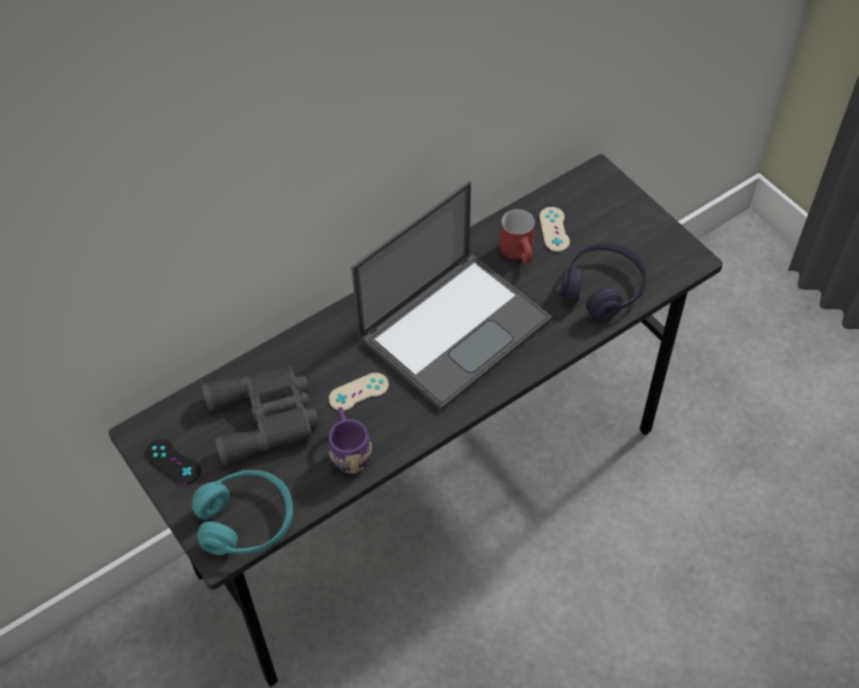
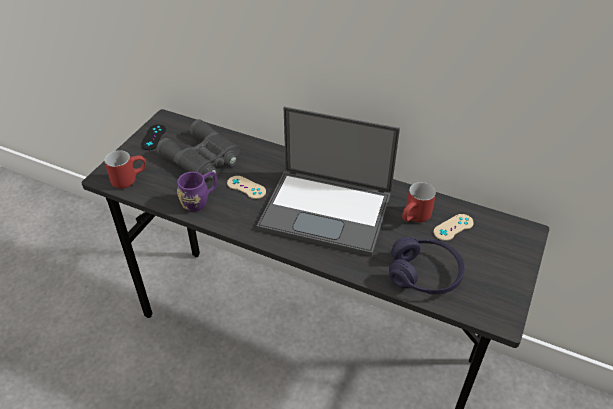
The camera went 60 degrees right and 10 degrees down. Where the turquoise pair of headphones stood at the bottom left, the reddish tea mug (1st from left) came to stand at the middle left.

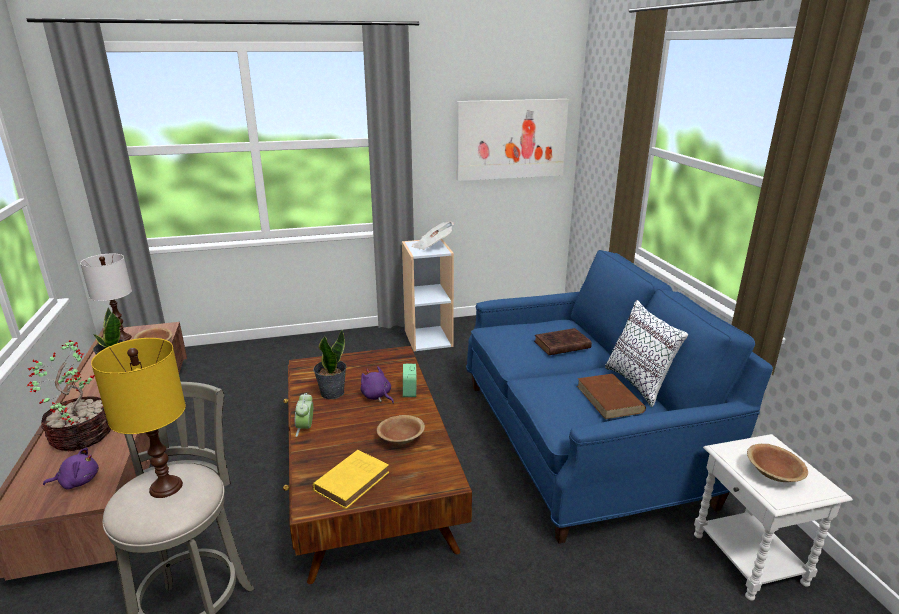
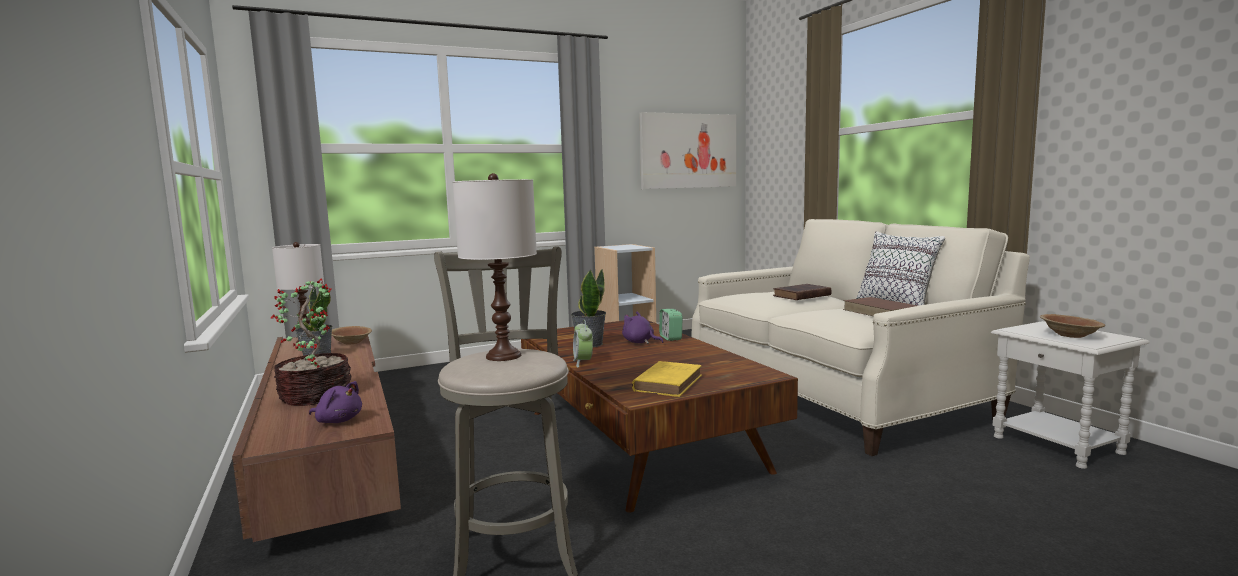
The camera went 10 degrees left and 15 degrees down. The purple plush toy (1st from left) at the bottom left ended up facing another way, 45 degrees clockwise from before. What was the yellowish table lamp at the bottom left turned into the white-coloured table lamp (2nd from left) at the centre. What was the bluish sofa at the middle right turned into the white-coloured sofa at the middle right. The second view lost the brown-coloured serving bowl (2nd from left) at the bottom centre. The second view lost the printed paper at the centre.

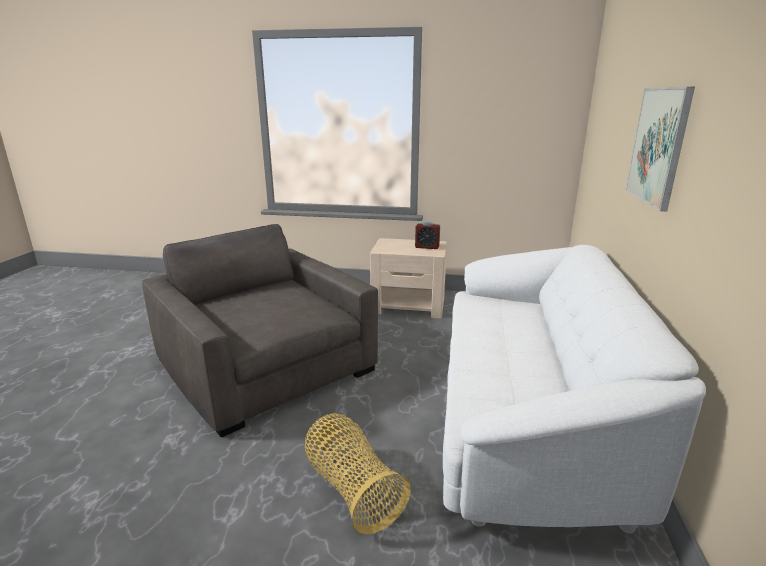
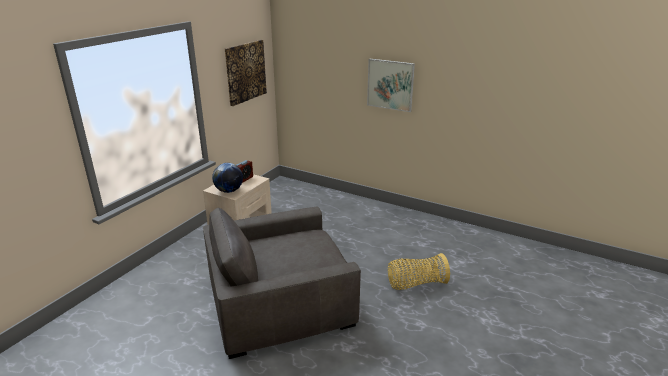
The camera went 70 degrees left and 5 degrees up. The second view gained the desk globe at the centre. The second view gained the wall art (1st from left) at the top centre. The second view lost the white-coloured sofa at the bottom right.

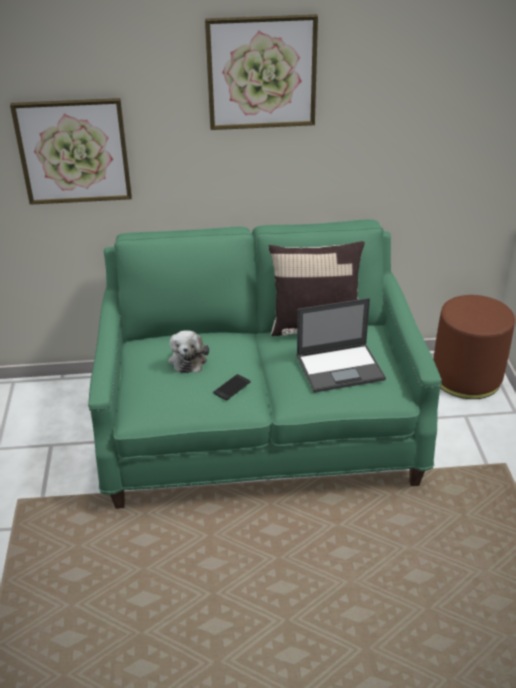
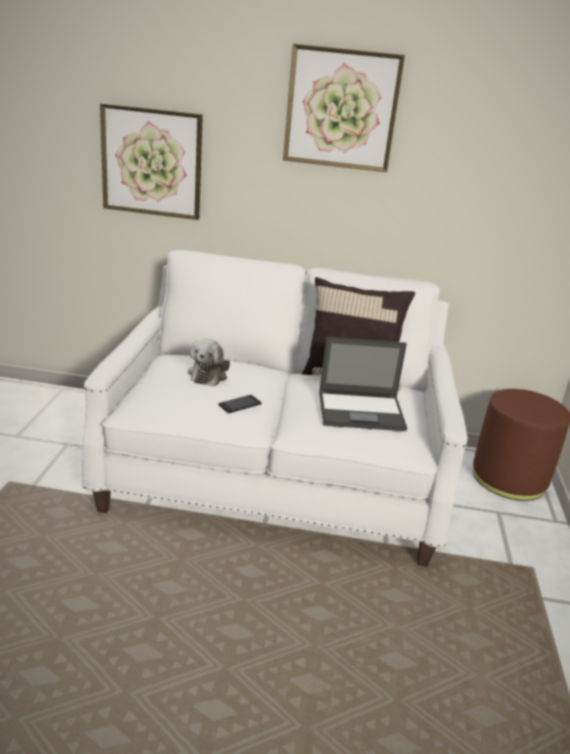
The camera went 10 degrees right and 10 degrees down. What was the greenish sofa at the centre turned into the white-coloured sofa at the centre.

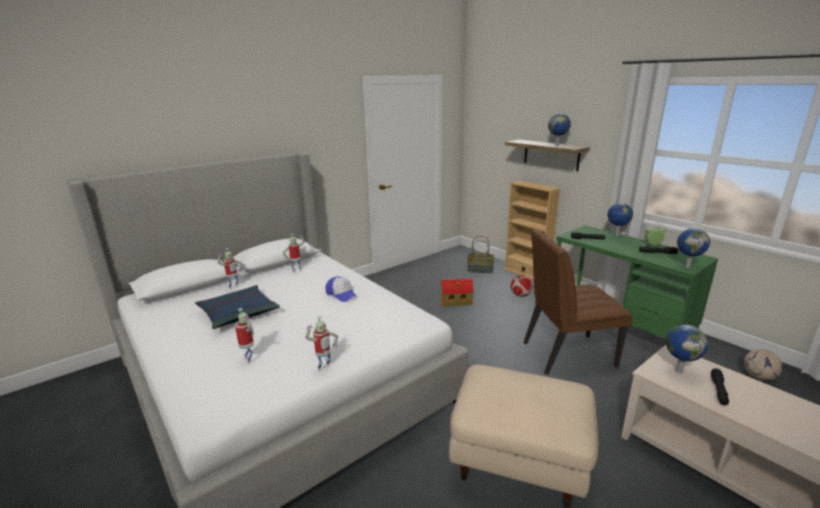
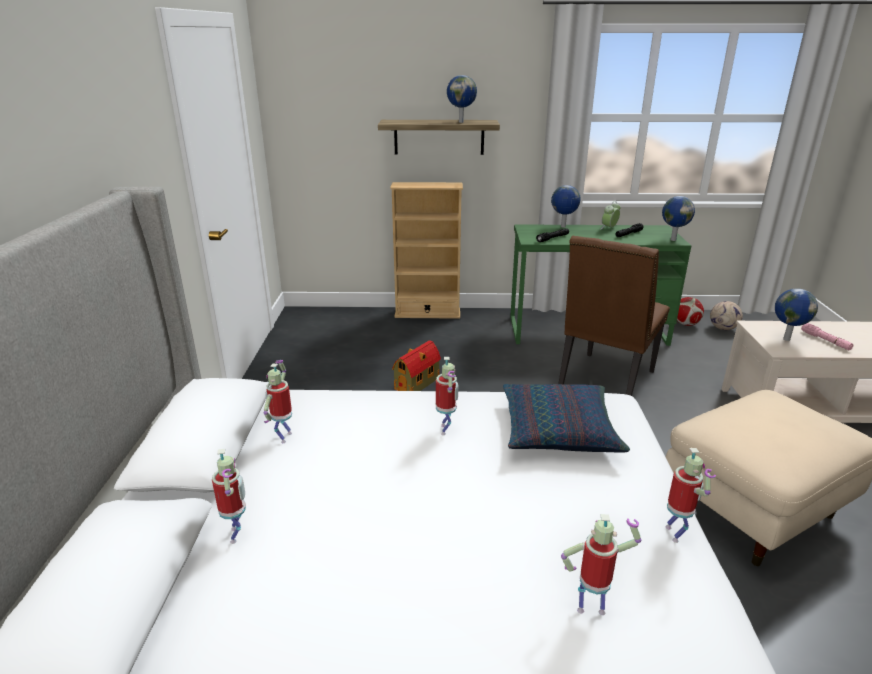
The camera went 50 degrees left and 5 degrees up. Where the cap stood at the centre, the toy robot (3rd from left) came to stand at the centre. The bluish pillow ended up elsewhere, having gone from the middle left to the centre. The ball for football (1st from left) ended up elsewhere, having gone from the centre to the middle right. What was the blackish flashlight (3rd from left) at the bottom right turned into the pink flashlight at the middle right. The second view lost the basket at the centre.

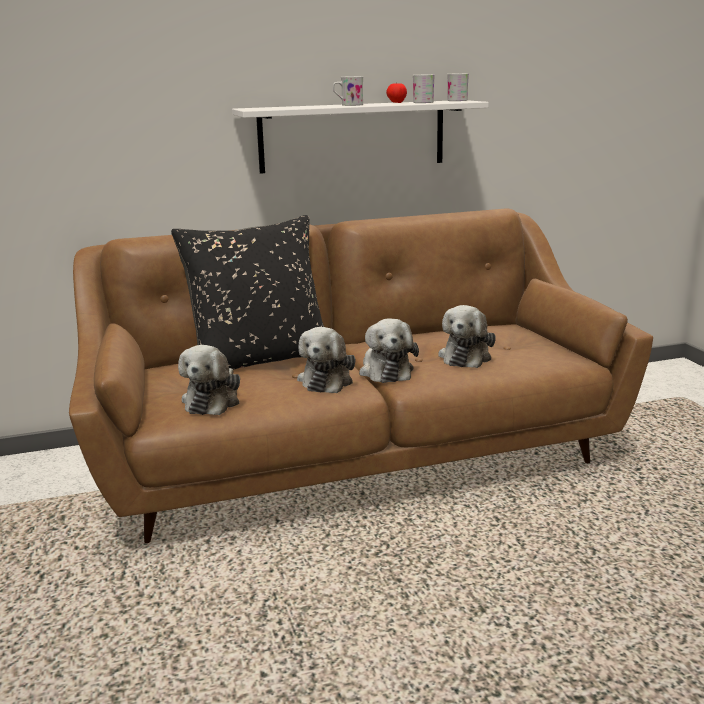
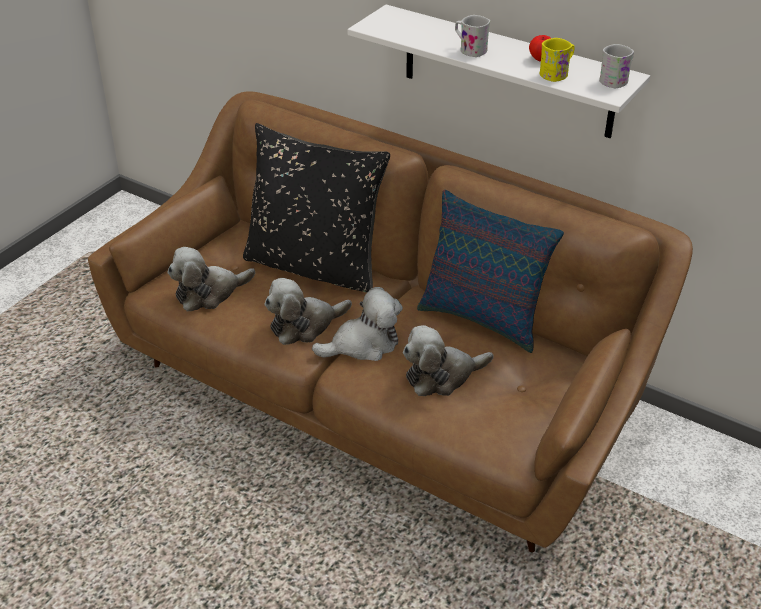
The camera went 50 degrees right and 20 degrees up. The plush toy (3rd from left) at the centre ended up facing another way, 150 degrees counterclockwise from before. The second view gained the bluish pillow at the centre. What was the white-coloured tea mug (2nd from left) at the top centre turned into the yellowish tea mug at the top right.

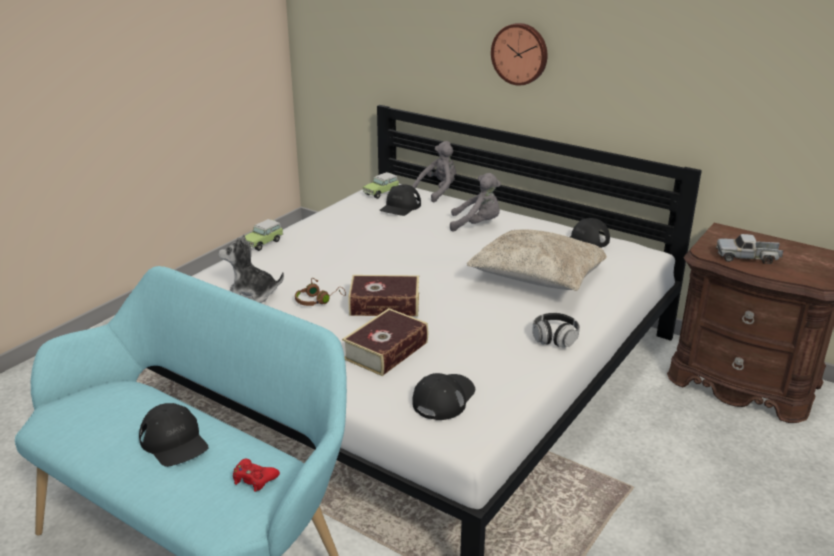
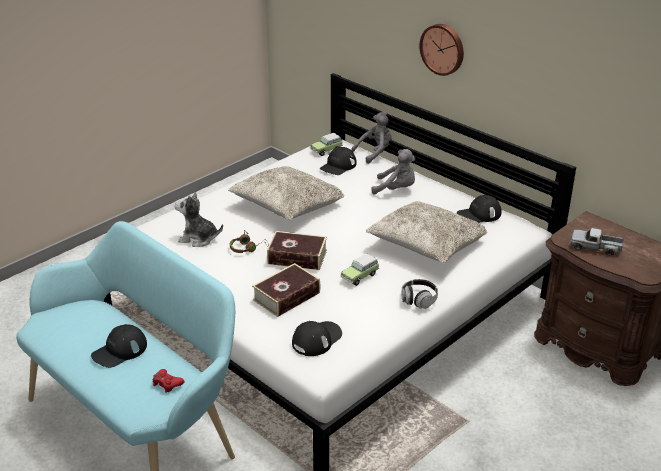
The camera went 10 degrees right and 5 degrees up. The blackish cap (1st from left) at the bottom left ended up facing another way, 75 degrees clockwise from before. The second view gained the beige pillow (1st from left) at the centre. The toy car (1st from left in the first image) ended up elsewhere, having gone from the middle left to the centre.

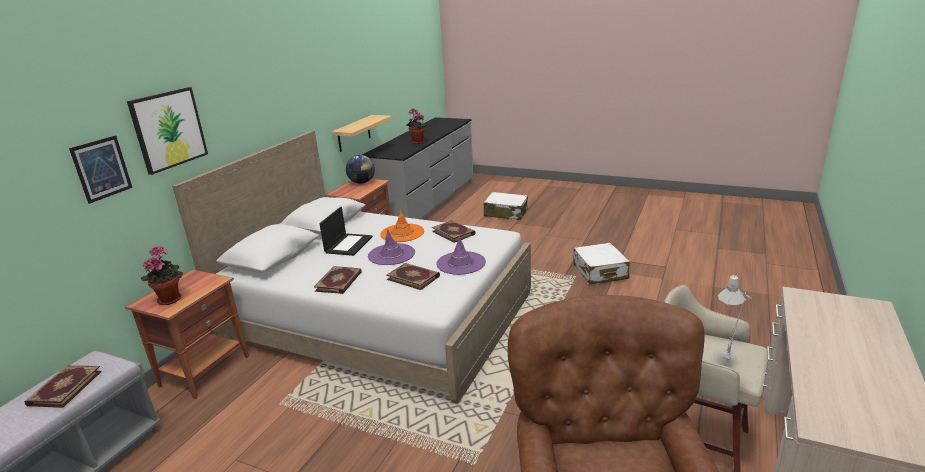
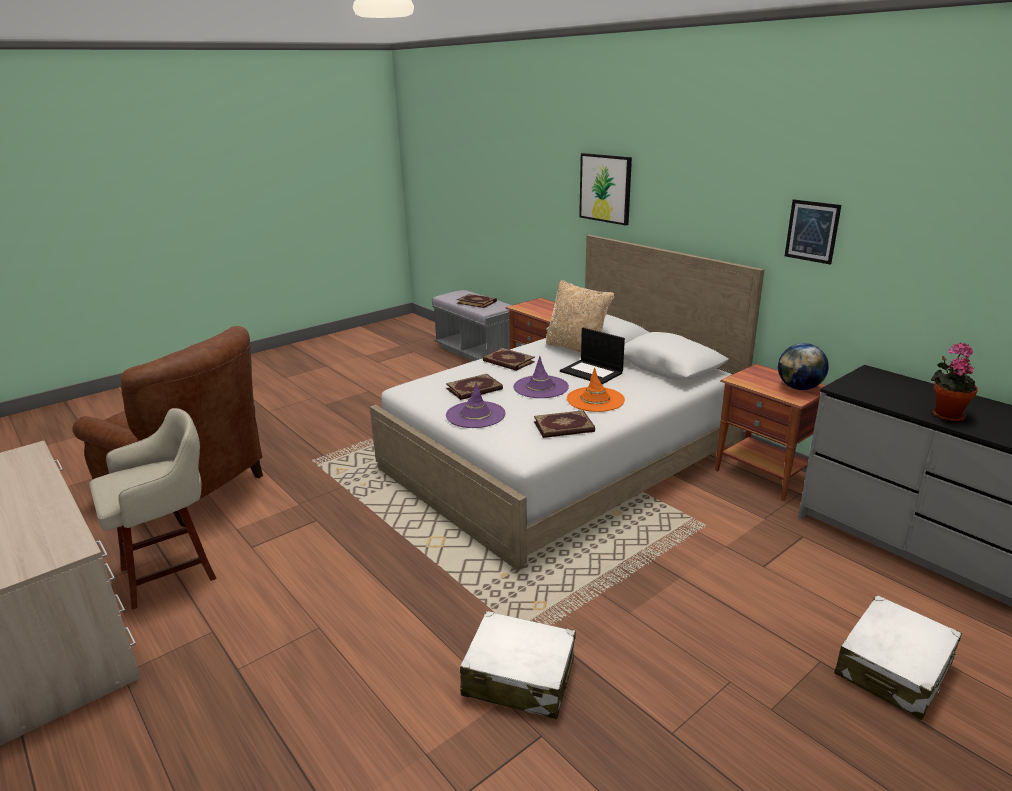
The camera went 115 degrees right and 0 degrees up. The second view gained the beige pillow at the centre. The wall art (1st from left in the first image) ended up elsewhere, having gone from the middle left to the top right. The second view lost the potted plant (1st from left) at the middle left. The second view lost the bracket shelf at the top centre. The second view lost the grey table lamp at the bottom right.

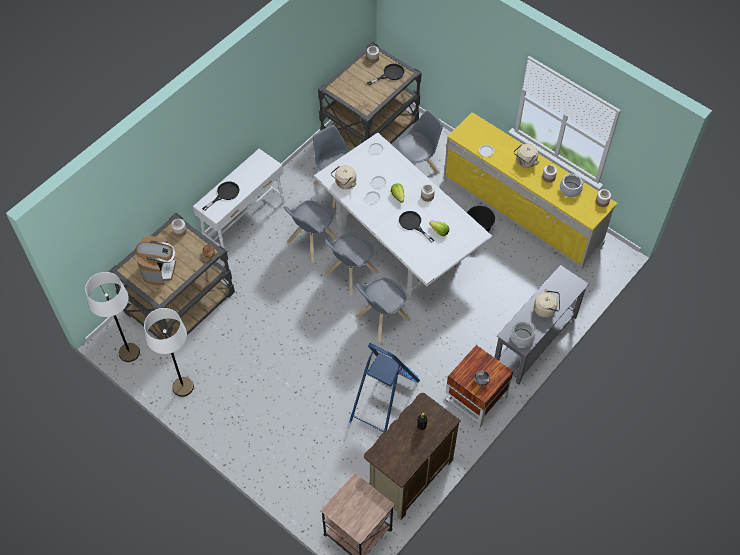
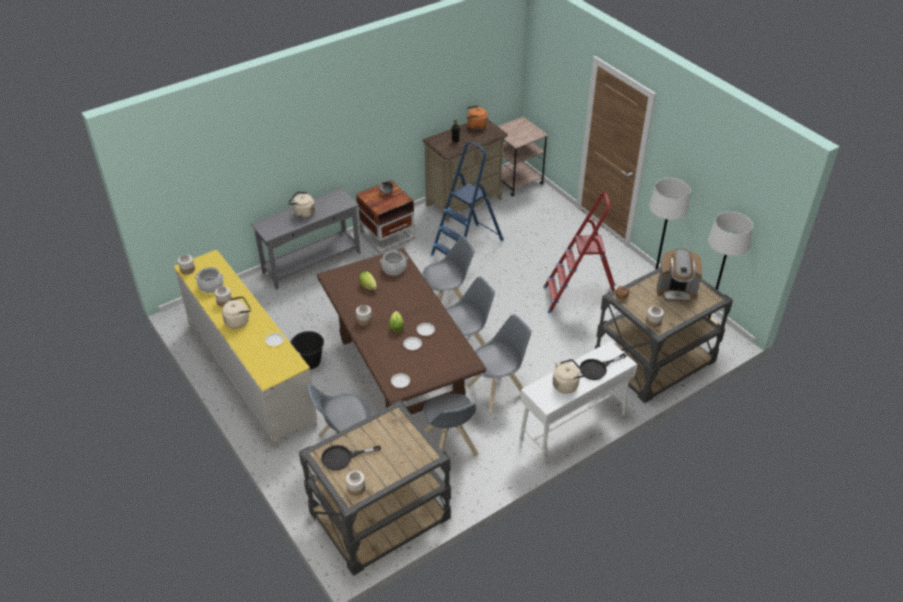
The camera went 165 degrees left and 15 degrees down. What was the white-coloured dining table at the centre turned into the brown-coloured dining table at the centre. The stockpot (1st from left in the first image) ended up elsewhere, having gone from the middle right to the centre. The second view gained the orangey kettle at the top centre. The second view gained the reddish step ladder at the centre. The beige kettle (1st from left in the first image) ended up elsewhere, having gone from the top centre to the centre. The coffee brewer at the middle left ended up facing another way, 105 degrees counterclockwise from before. The second view lost the blackish skillet (3rd from left) at the centre.

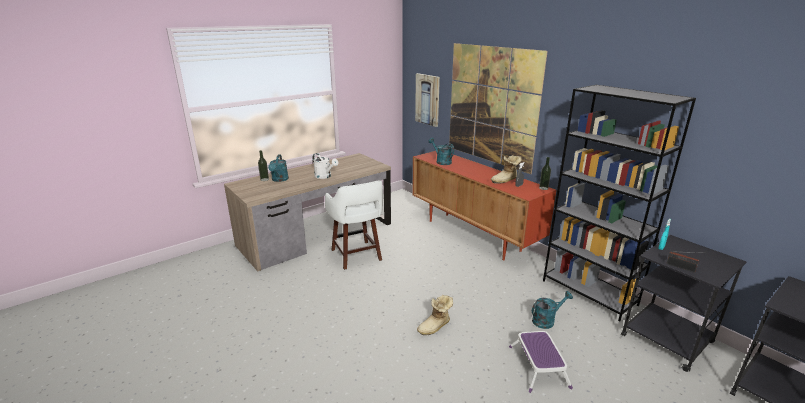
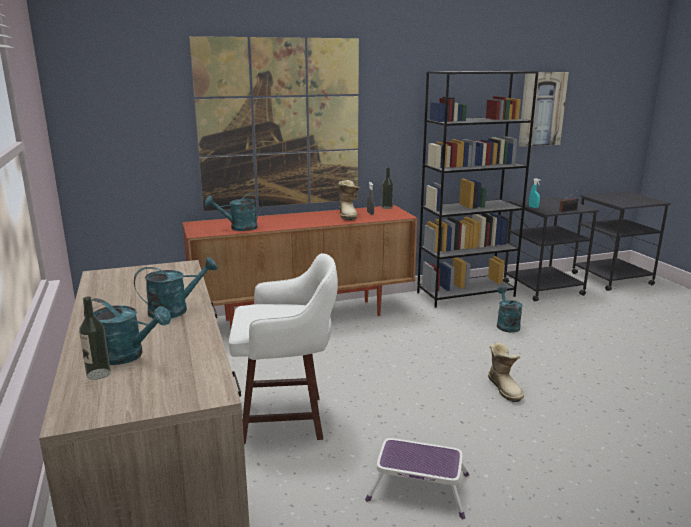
The camera went 70 degrees left and 5 degrees down. What was the white-coloured watering can at the centre turned into the turquoise watering can (2nd from left) at the middle left. The purple step ladder ended up elsewhere, having gone from the bottom right to the bottom centre. The wall art (1st from left in the first image) ended up elsewhere, having gone from the top centre to the top right.

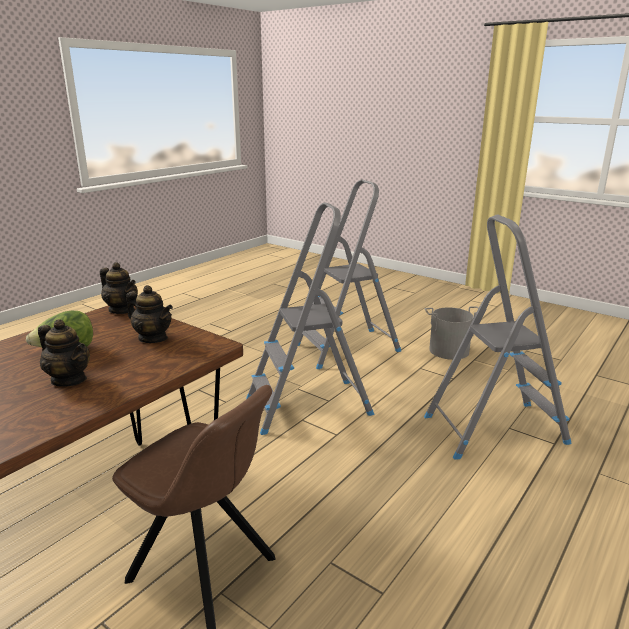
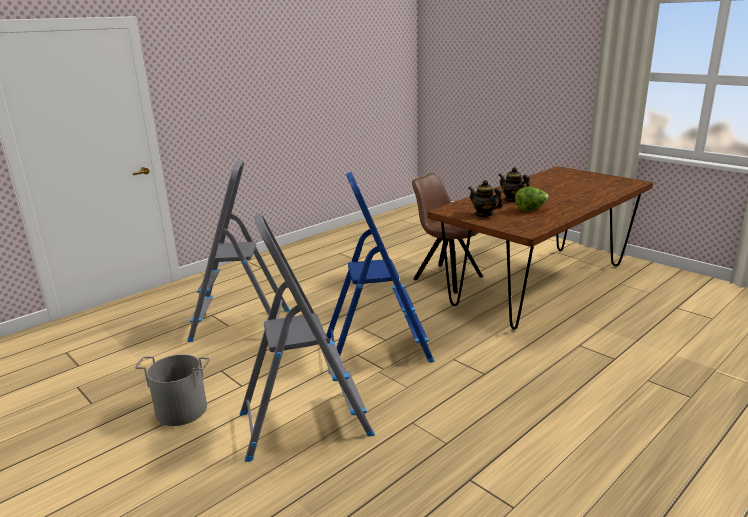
The camera went 170 degrees left and 0 degrees up. What was the grey step ladder (1st from left) at the centre turned into the bluish step ladder at the centre. The second view lost the teapot (2nd from left) at the middle left.

